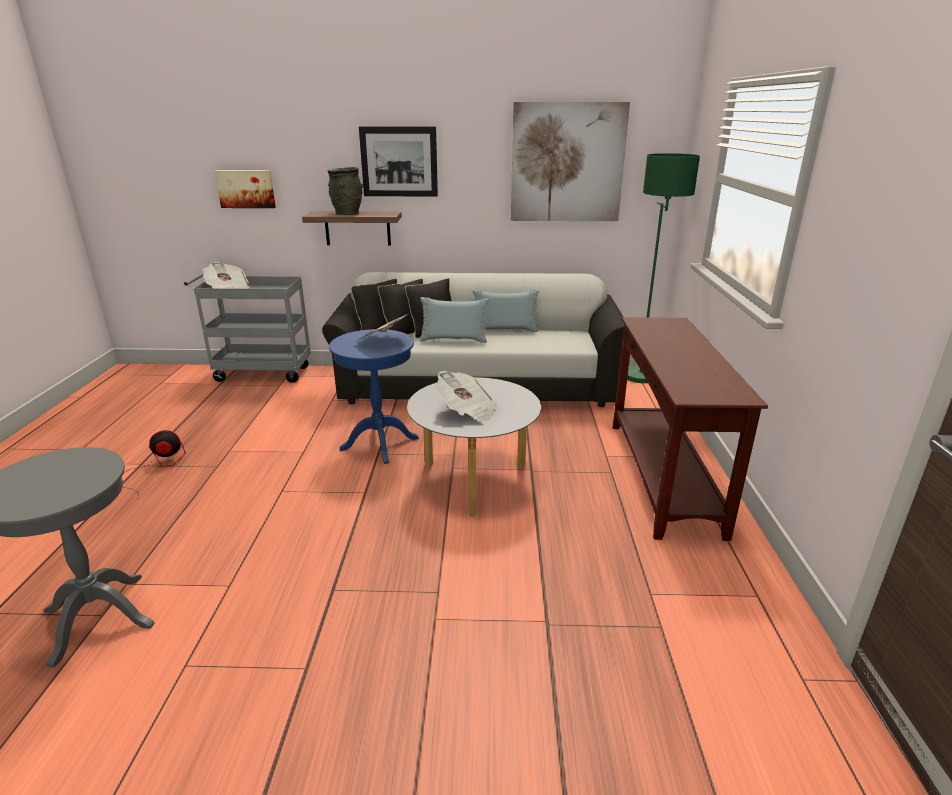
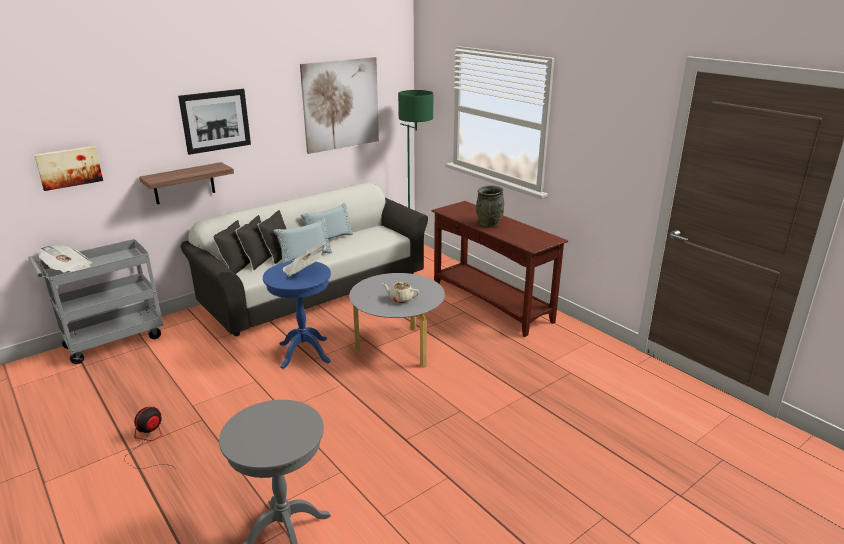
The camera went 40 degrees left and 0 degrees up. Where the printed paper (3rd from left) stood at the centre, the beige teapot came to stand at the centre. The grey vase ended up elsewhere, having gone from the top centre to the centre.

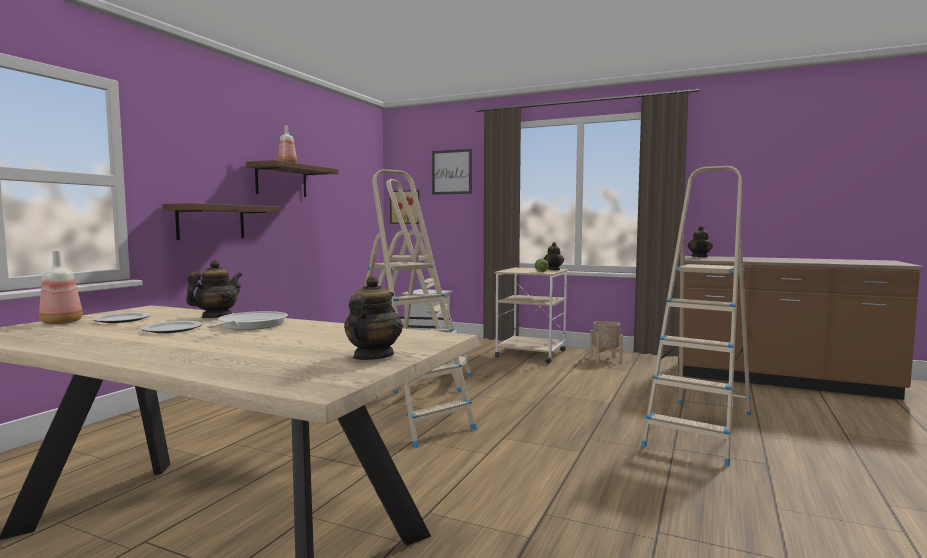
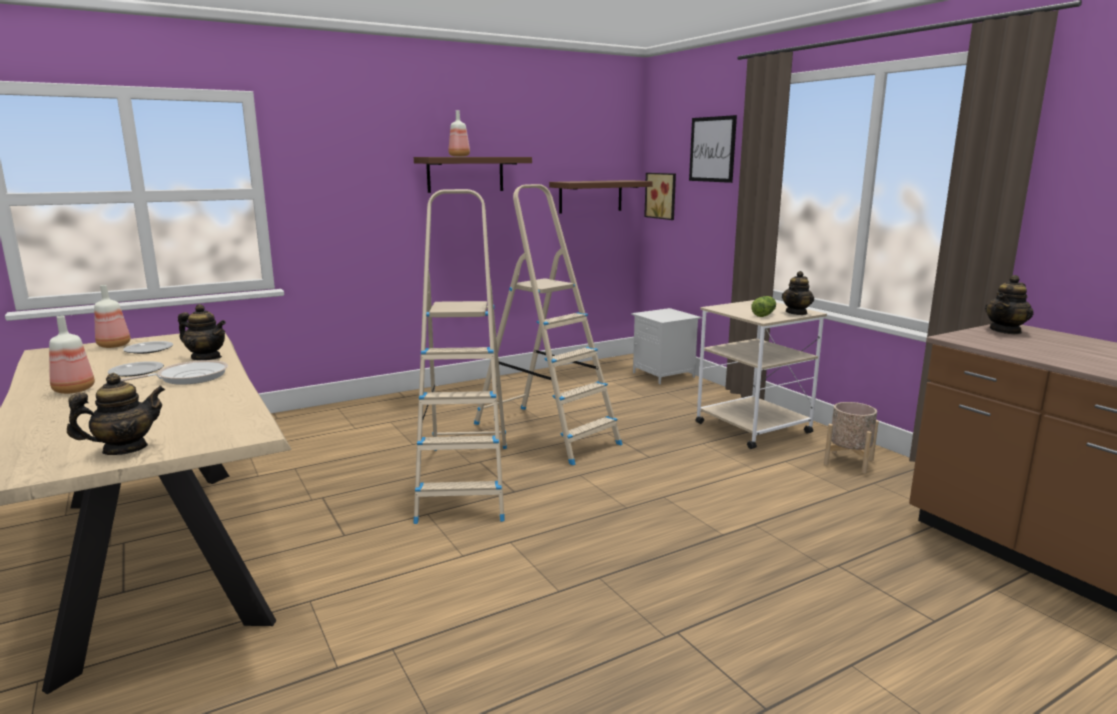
The camera went 35 degrees right and 10 degrees up. The second view gained the bottle (1st from left) at the middle left. The teapot (1st from left in the first image) at the middle left ended up facing another way, 45 degrees clockwise from before. The brown-coloured bracket shelf (1st from left in the first image) ended up elsewhere, having gone from the middle left to the top centre. The second view lost the beige step ladder (3rd from left) at the middle right.

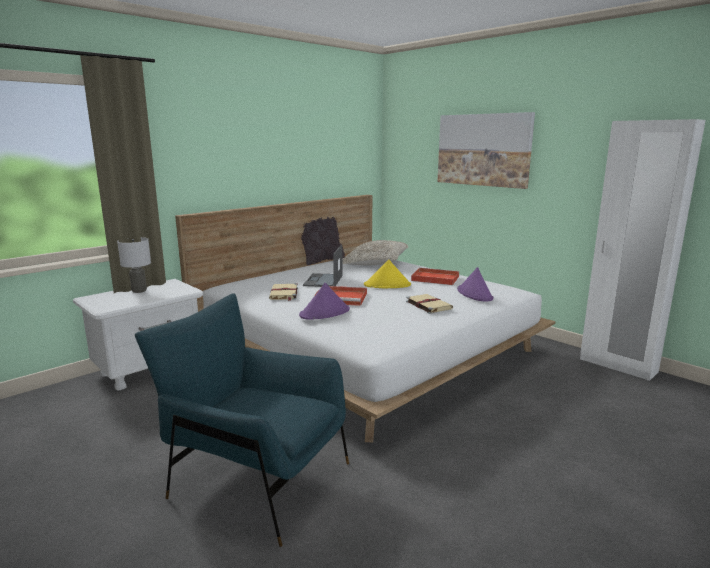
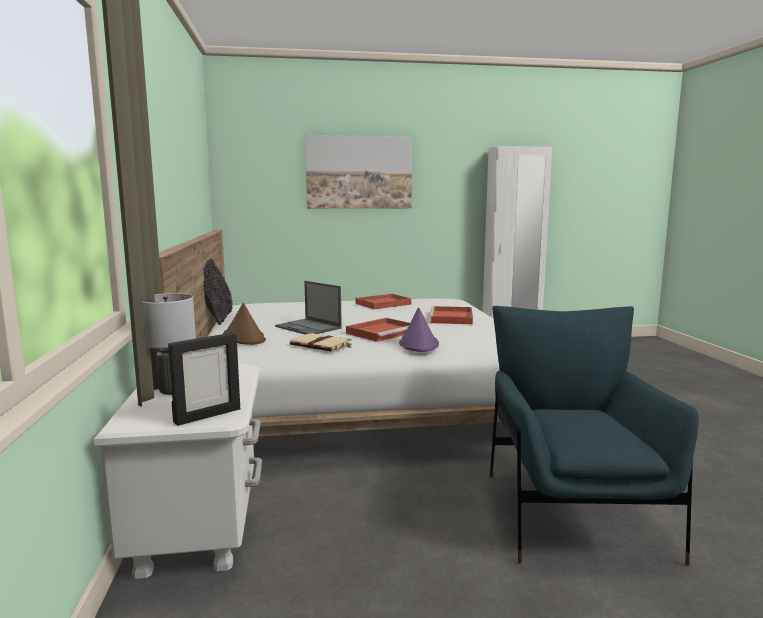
The camera went 55 degrees left and 5 degrees down. The second view gained the photo frame at the middle left. The second view gained the brown-coloured wearable hat at the middle left. Where the beige volume (2nd from left) stood at the centre, the reddish tray (3rd from left) came to stand at the centre. The bluish easy chair at the bottom centre ended up facing another way, 120 degrees clockwise from before. The second view lost the beige pillow at the centre. The second view lost the yellowish wearable hat at the centre. The second view lost the purple wearable hat (2nd from left) at the middle right.

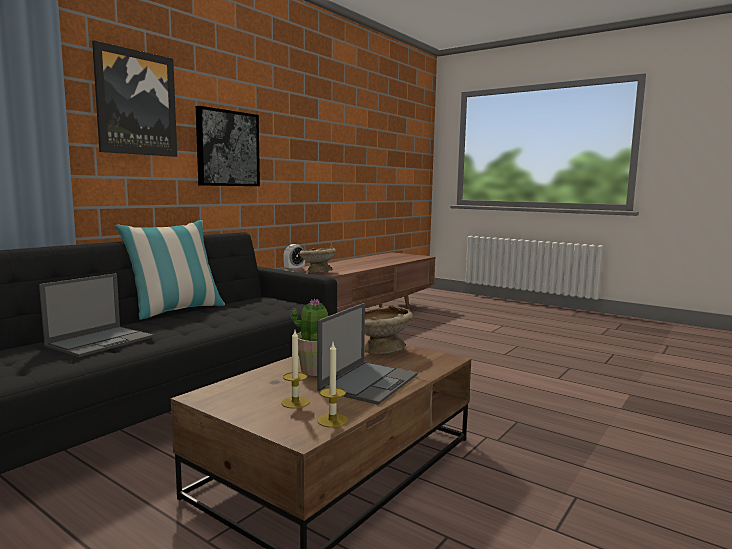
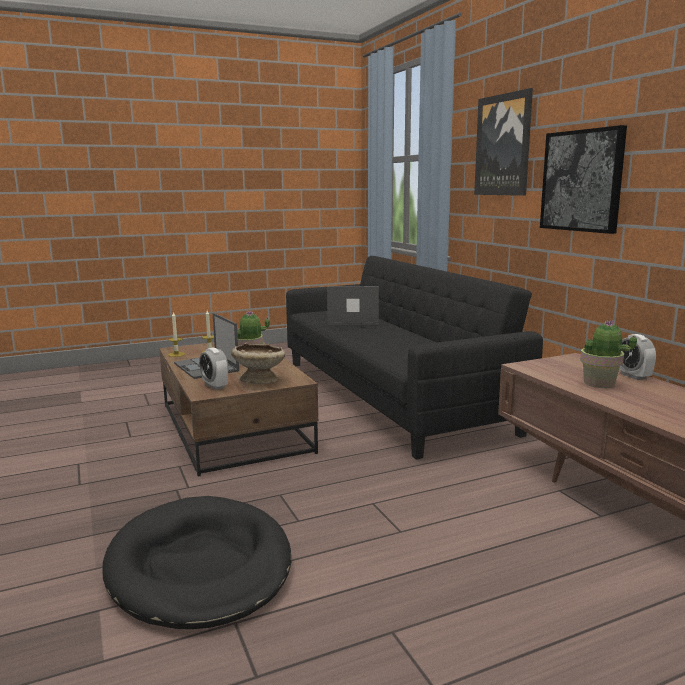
The camera went 120 degrees right and 5 degrees up. The second view gained the blackish pet bed at the bottom left. The second view gained the table clock (1st from left) at the middle left. The notebook computer (1st from left in the first image) at the middle left ended up facing another way, 120 degrees clockwise from before. Where the beige serving bowl (1st from left) stood at the centre, the potted plant (2nd from left) came to stand at the middle right. The second view lost the pillow at the middle left.

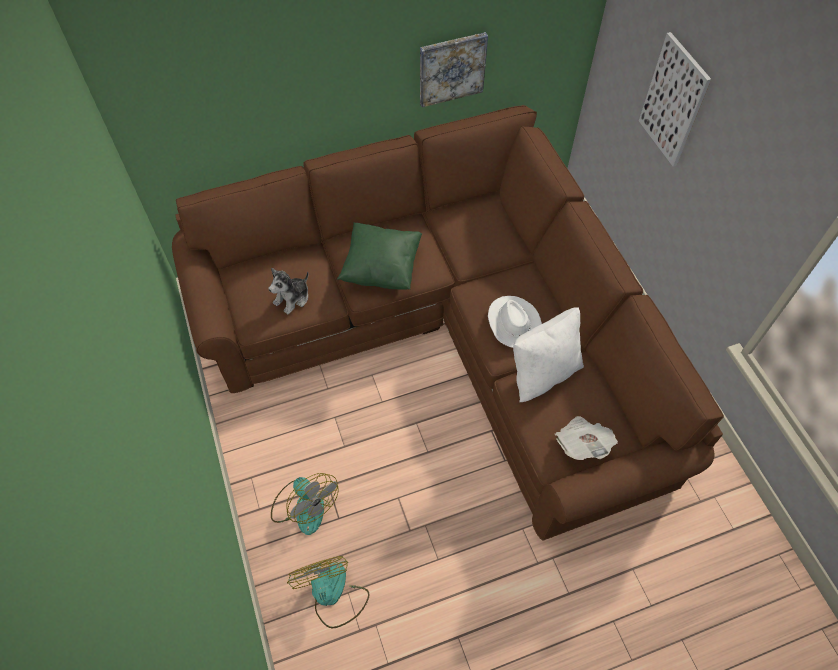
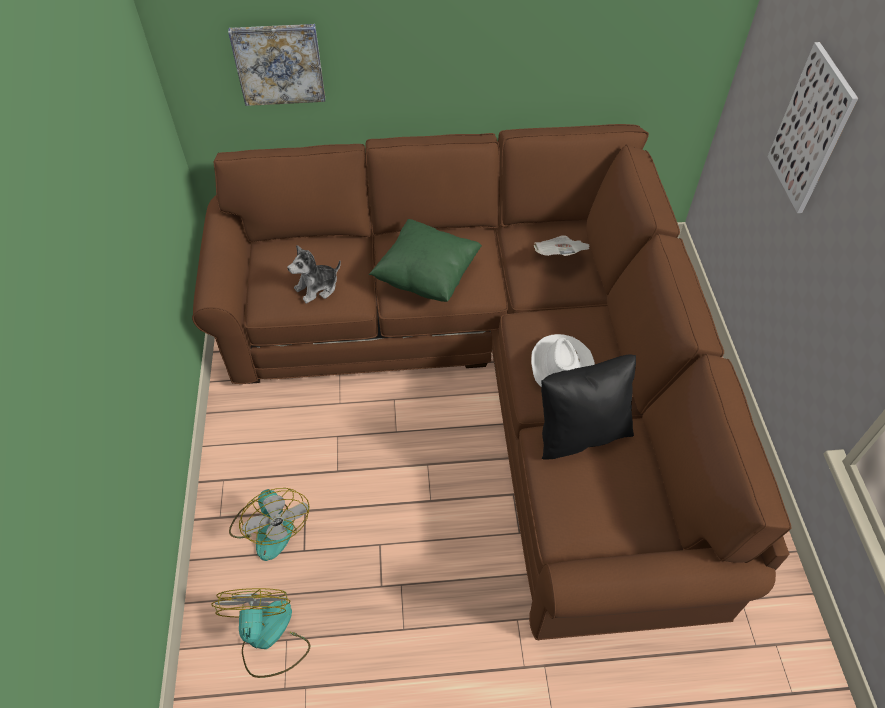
The camera went 15 degrees right and 5 degrees down. The wall art (1st from left) ended up elsewhere, having gone from the top centre to the top left. The printed paper ended up elsewhere, having gone from the middle right to the centre. What was the white-coloured pillow at the centre turned into the blackish pillow at the centre.

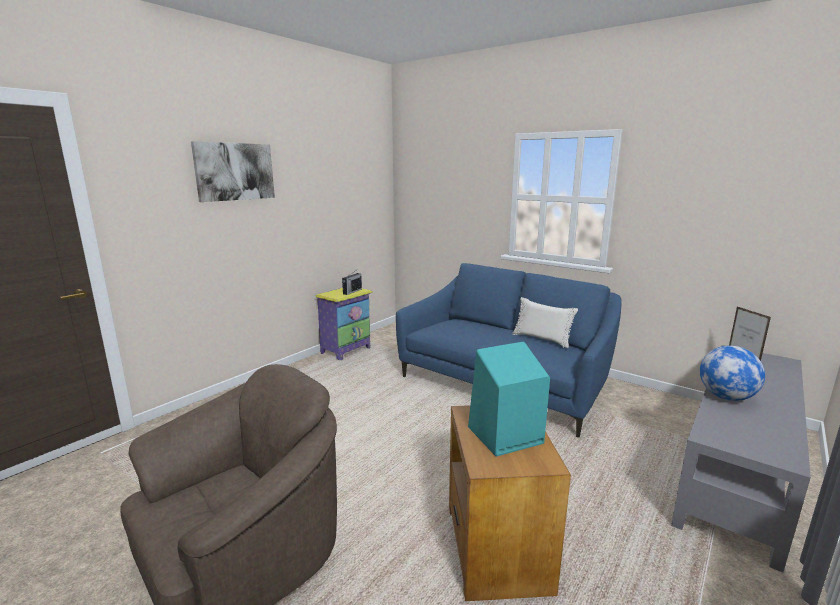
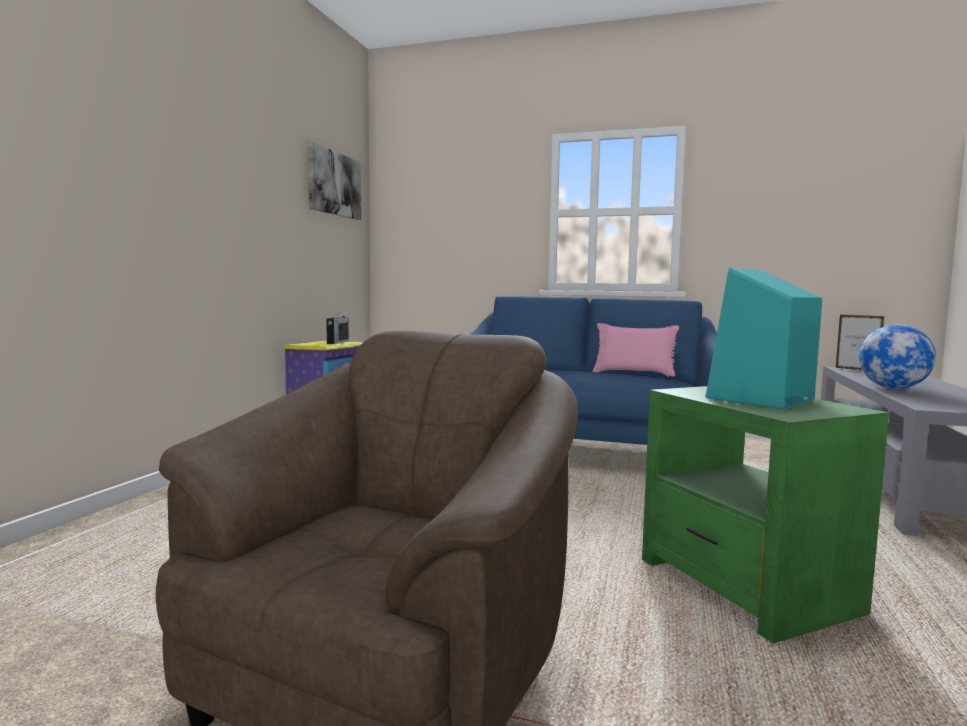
The camera went 20 degrees left and 10 degrees down. The wall art ended up elsewhere, having gone from the top left to the top centre. What was the white-coloured pillow at the centre turned into the pink pillow at the centre. What was the brown-coloured side table at the bottom centre turned into the greenish side table at the bottom right.

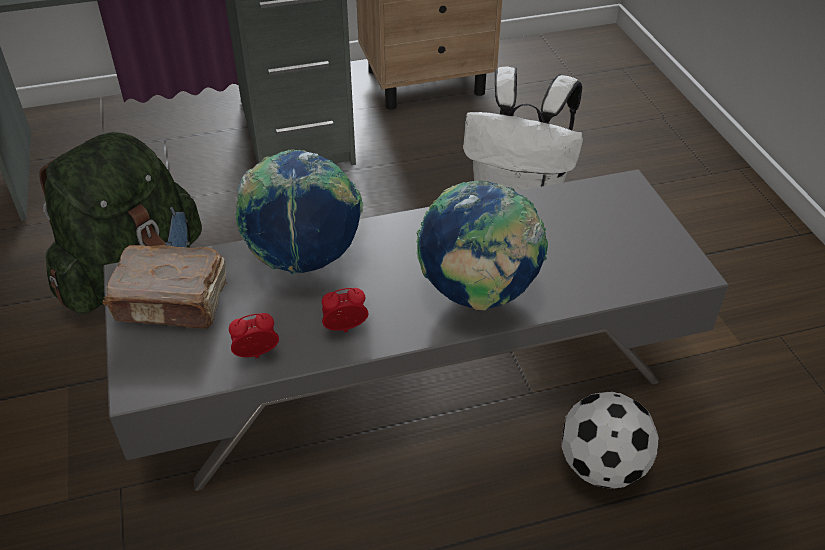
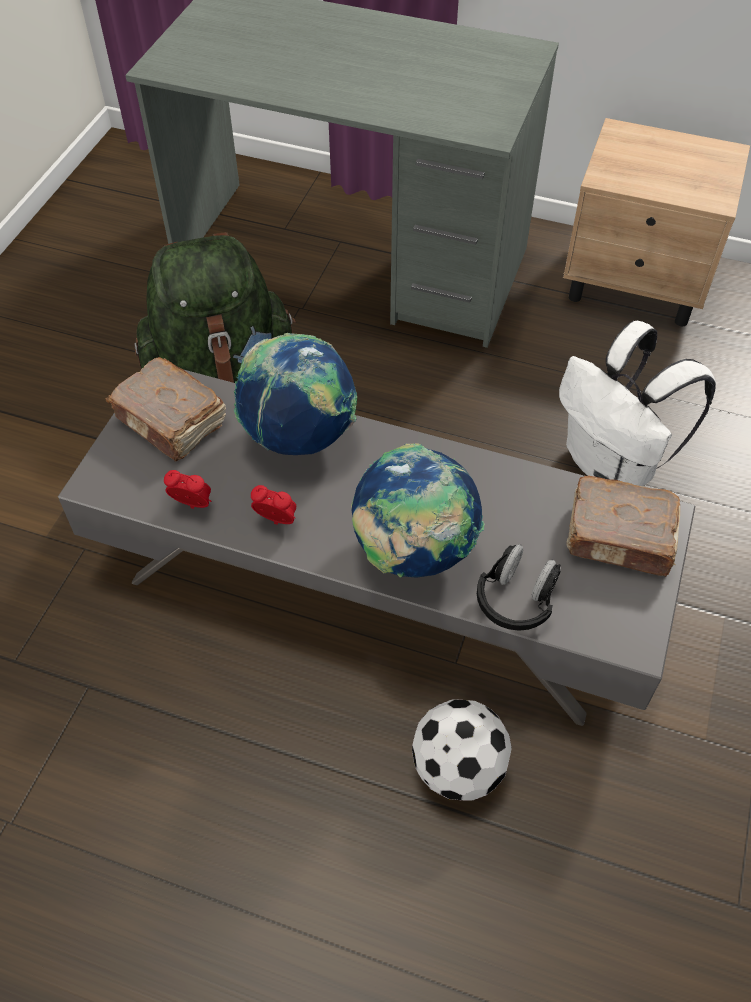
The camera went 35 degrees right and 10 degrees up. The second view gained the blackish pair of headphones at the middle right. The second view gained the brown-coloured volume (2nd from left) at the middle right.

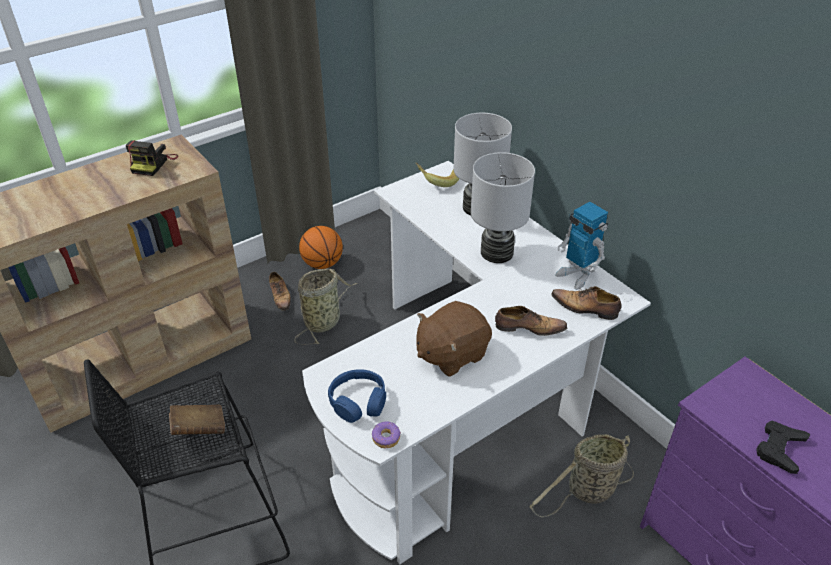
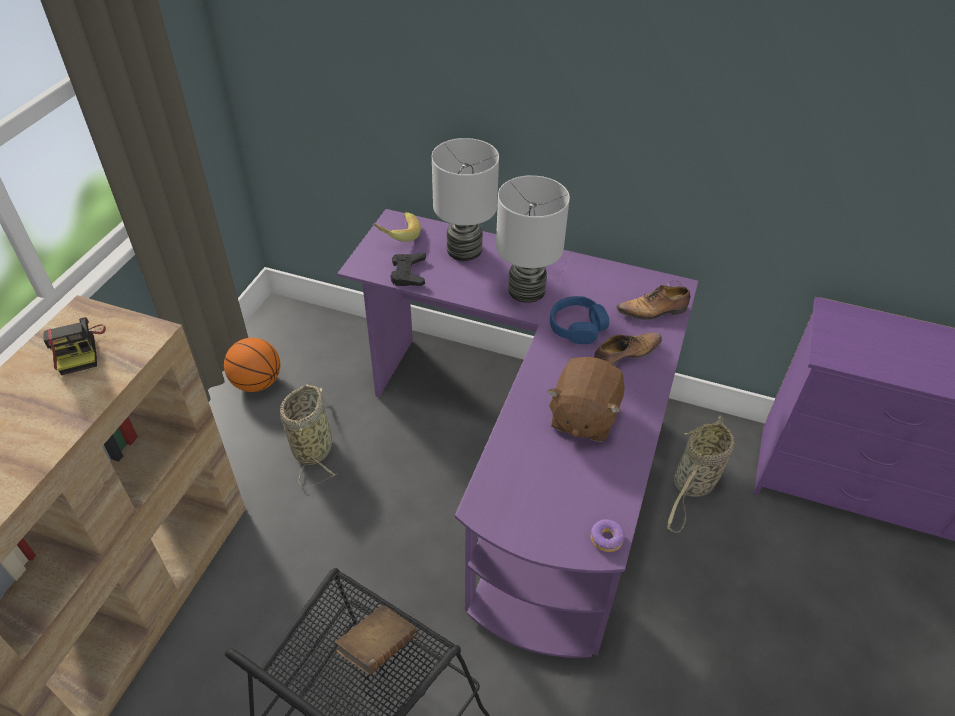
The camera went 35 degrees left and 5 degrees up. What was the white-coloured desk unit at the centre turned into the purple desk unit at the centre. The blackish gamepad ended up elsewhere, having gone from the bottom right to the centre. The bluish pair of headphones ended up elsewhere, having gone from the bottom centre to the centre. The second view lost the low shoe (1st from left) at the centre. The second view lost the toy robot at the middle right.

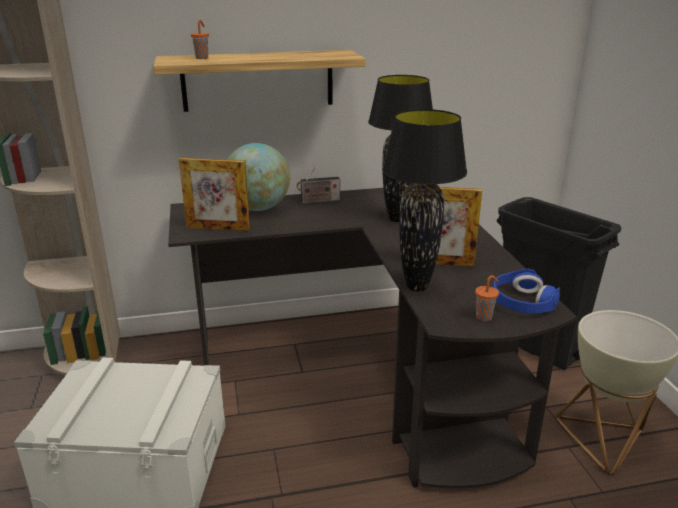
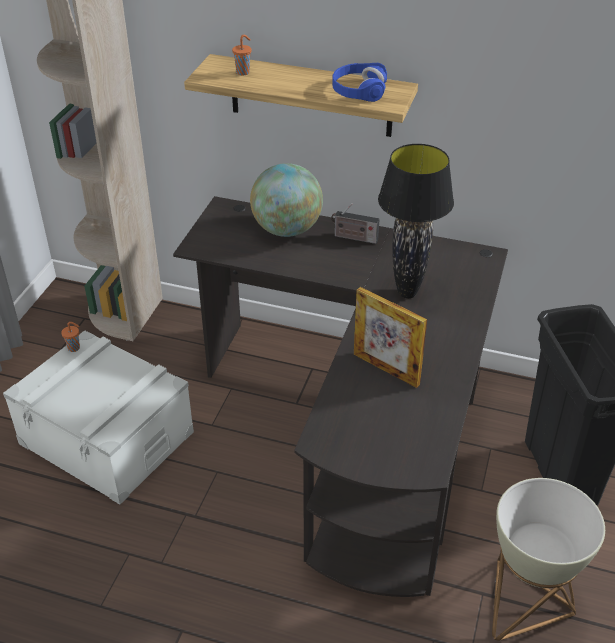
The camera went 30 degrees right and 15 degrees up. The orangey cup (2nd from left in the first image) ended up elsewhere, having gone from the middle right to the middle left. The bluish pair of headphones ended up elsewhere, having gone from the middle right to the top centre. The second view lost the photo frame (1st from left) at the middle left. The second view lost the blackish table lamp (2nd from left) at the centre.

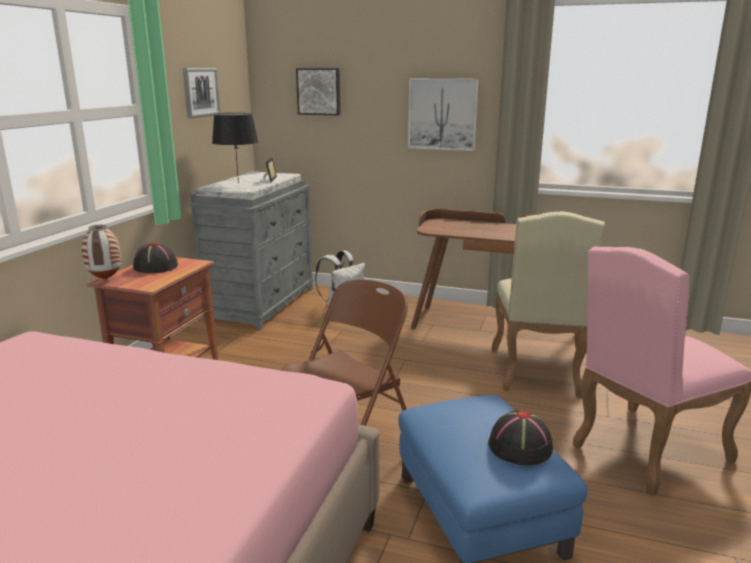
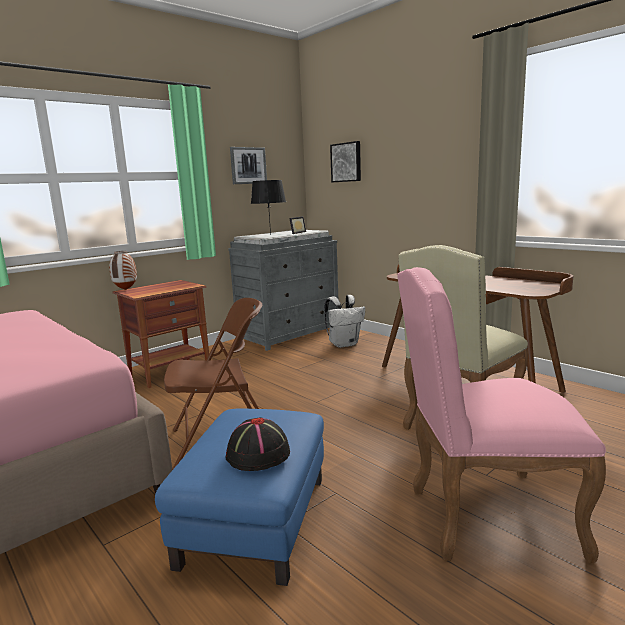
The camera went 30 degrees right and 5 degrees down. The second view lost the blackish wearable hat (1st from left) at the middle left. The second view lost the wall art (3rd from left) at the top centre.

